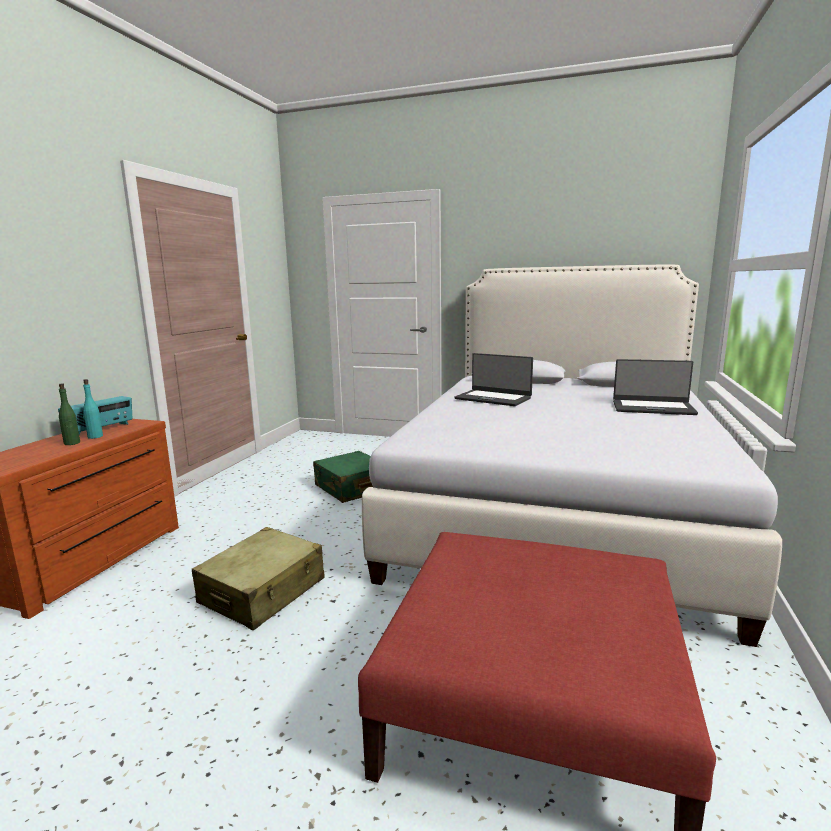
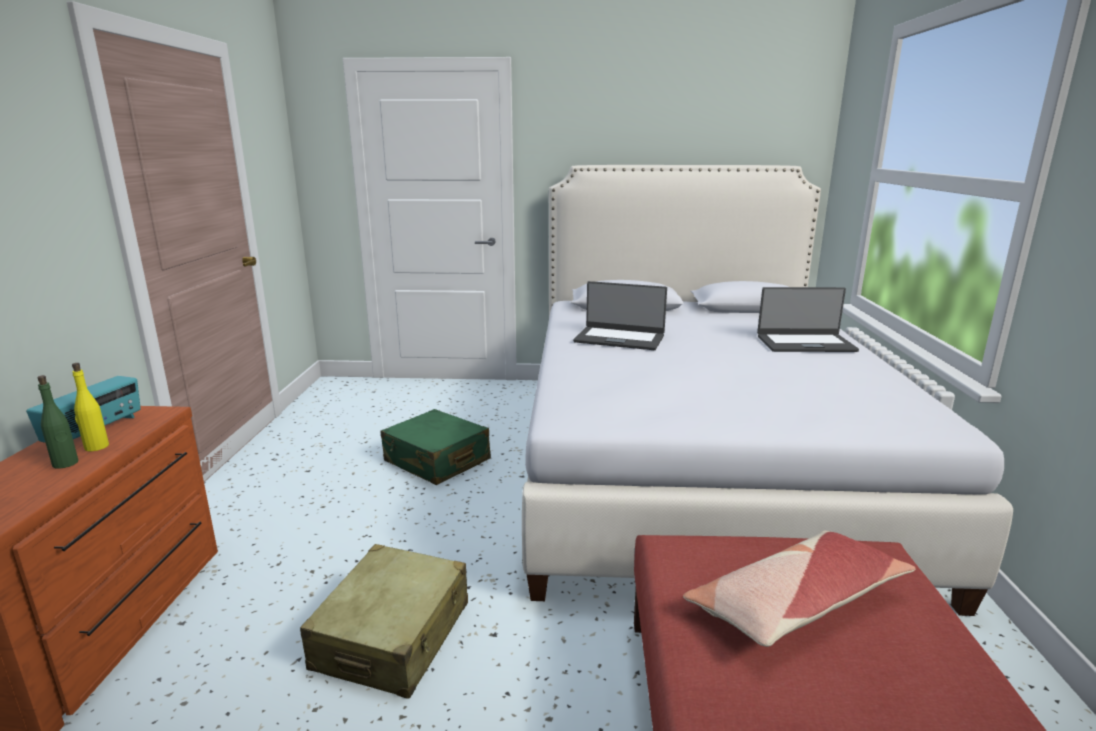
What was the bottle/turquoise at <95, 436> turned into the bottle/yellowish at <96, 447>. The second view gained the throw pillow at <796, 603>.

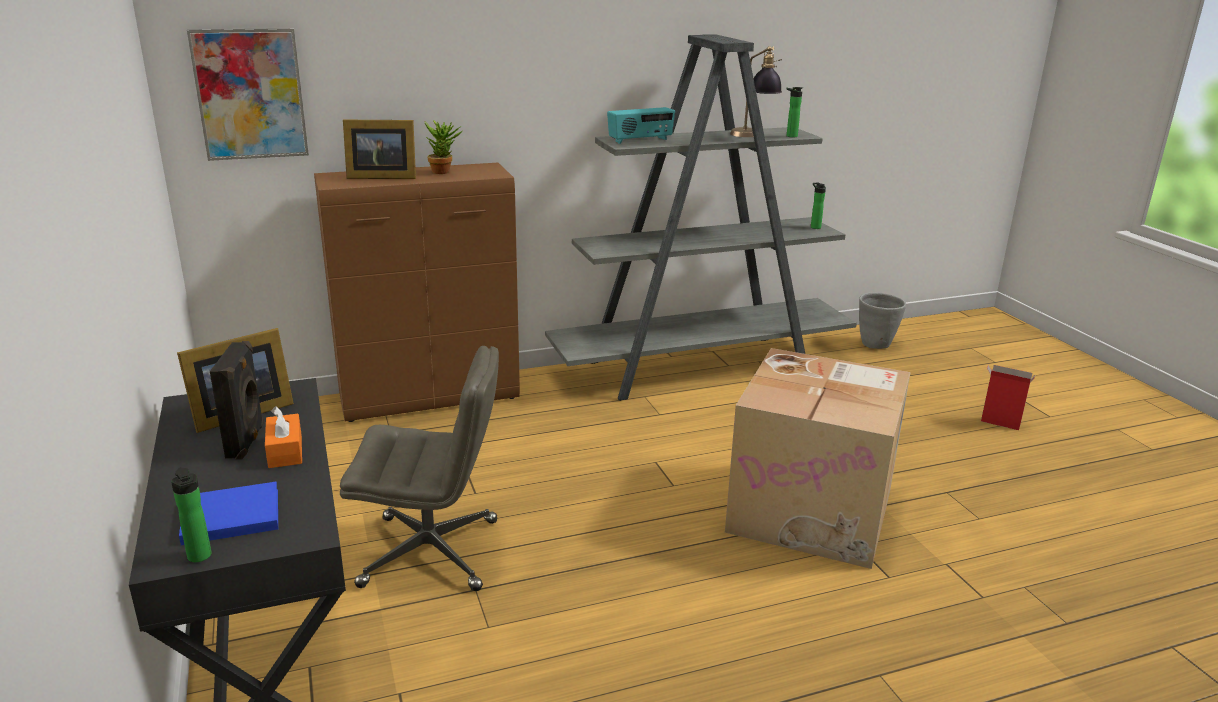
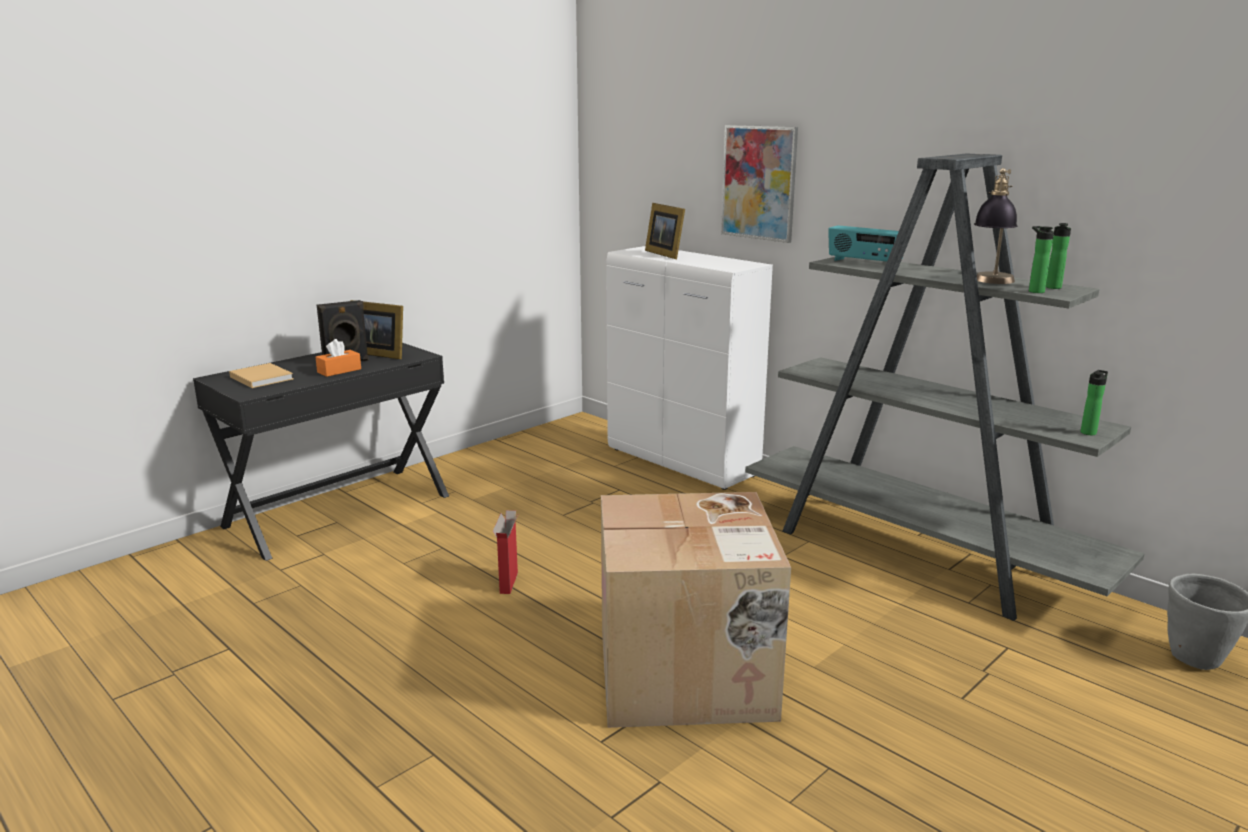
What was the bound book/bluish at <228, 517> turned into the bound book/beige-coloured at <260, 377>. The cardboard box ended up elsewhere, having gone from <999, 423> to <509, 582>. What was the cupboard/brown at <431, 398> turned into the cupboard/white-coloured at <683, 462>. The wall picture ended up elsewhere, having gone from <250, 94> to <759, 183>. The bottle ended up elsewhere, having gone from <200, 557> to <1053, 288>. The second view lost the desk chair/greyish at <432, 552>. The second view lost the houseplant at <444, 171>.

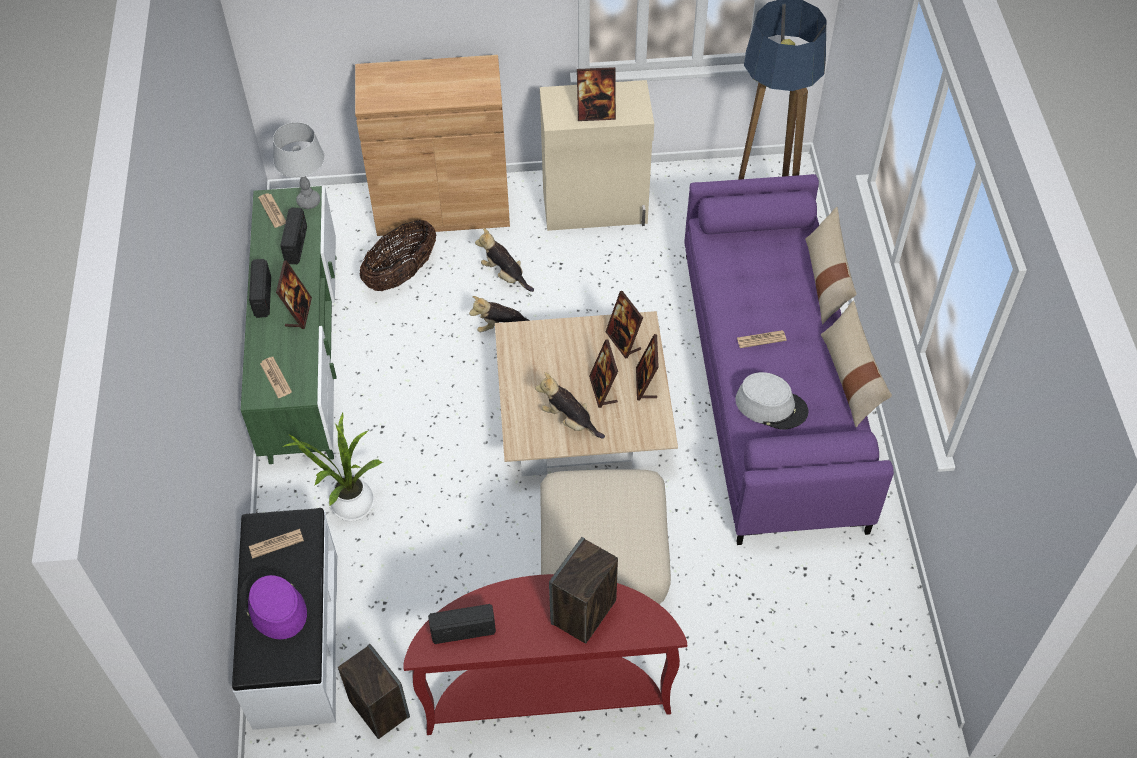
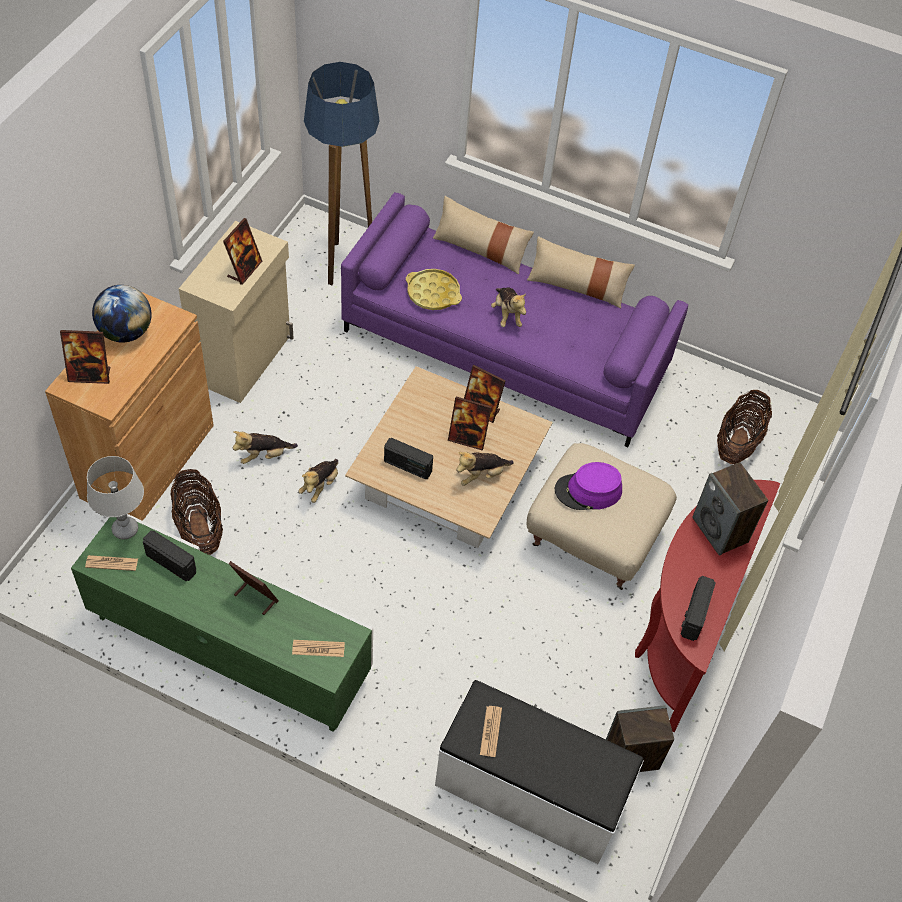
The standing frame ended up elsewhere, having gone from <623, 341> to <90, 375>. The second view gained the globe at <126, 332>. The radio receiver ended up elsewhere, having gone from <262, 297> to <407, 466>. The second view gained the tray/yellowish at <433, 293>. Where the newspaper stood at <761, 339>, the soft toy came to stand at <507, 314>. The wearable hat/purple ended up elsewhere, having gone from <273, 605> to <588, 491>. The second view gained the household basket at <737, 443>. The second view lost the houseplant at <348, 504>. The second view lost the wearable hat/greyish at <771, 406>.

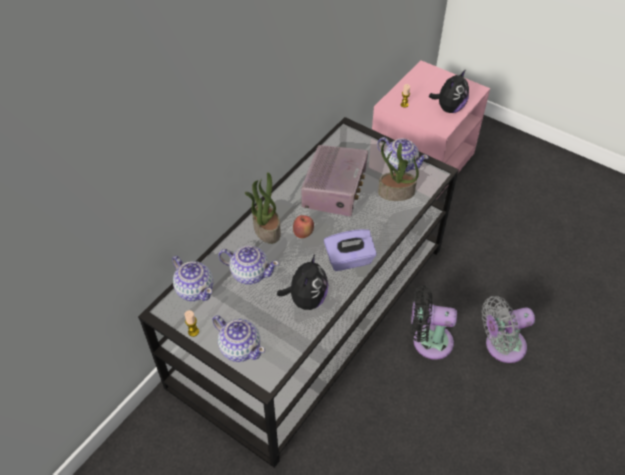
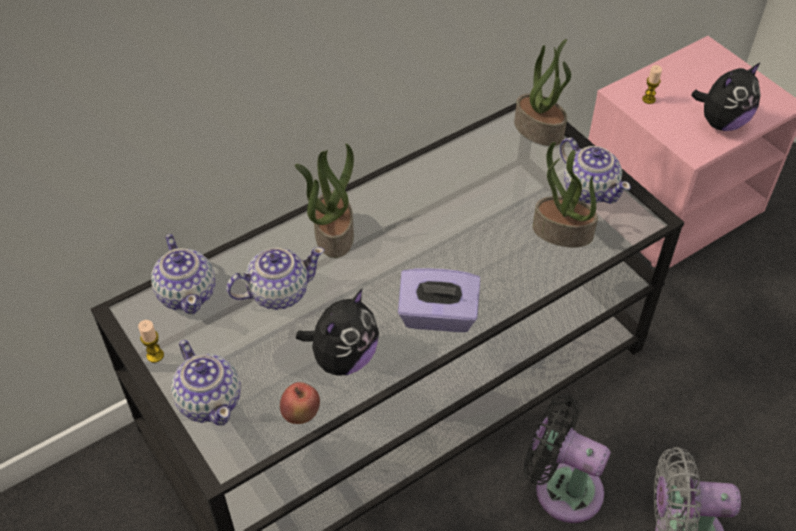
The teapot at <249, 273> ended up facing another way, 60 degrees counterclockwise from before. The apple fruit ended up elsewhere, having gone from <303, 234> to <301, 415>. The second view gained the houseplant at <540, 130>. The second view lost the radio receiver at <335, 190>.

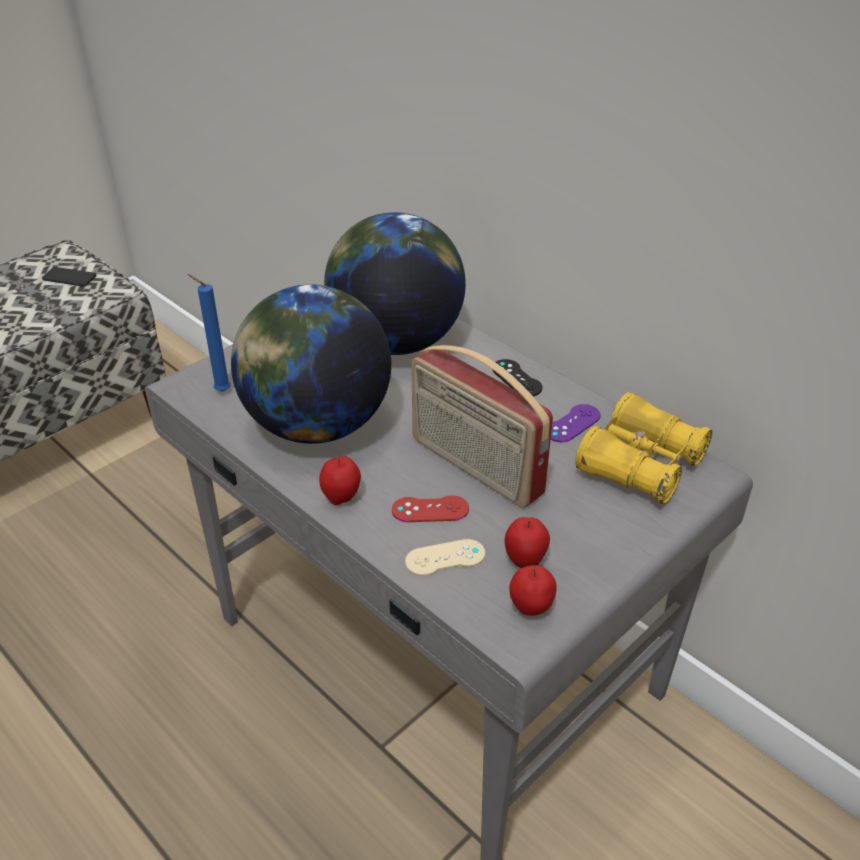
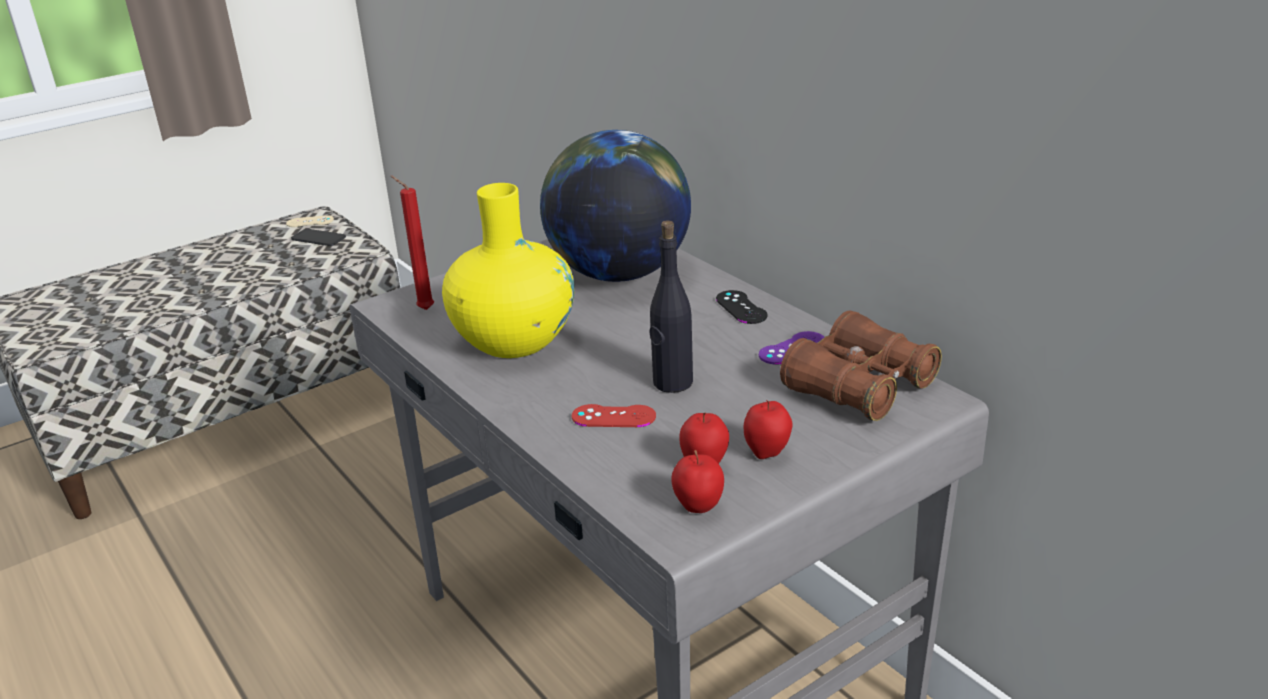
The gamepad/beige-coloured ended up elsewhere, having gone from <445, 558> to <310, 222>. What was the wax candle/bluish at <220, 391> turned into the wax candle/red-coloured at <423, 309>. Where the globe stood at <316, 425>, the vase/yellowish came to stand at <514, 341>. Where the radio receiver stood at <474, 467>, the bottle/black came to stand at <672, 383>. The apple fruit ended up elsewhere, having gone from <341, 498> to <767, 453>. What was the field glasses/yellowish at <640, 464> turned into the field glasses/brown at <859, 387>.

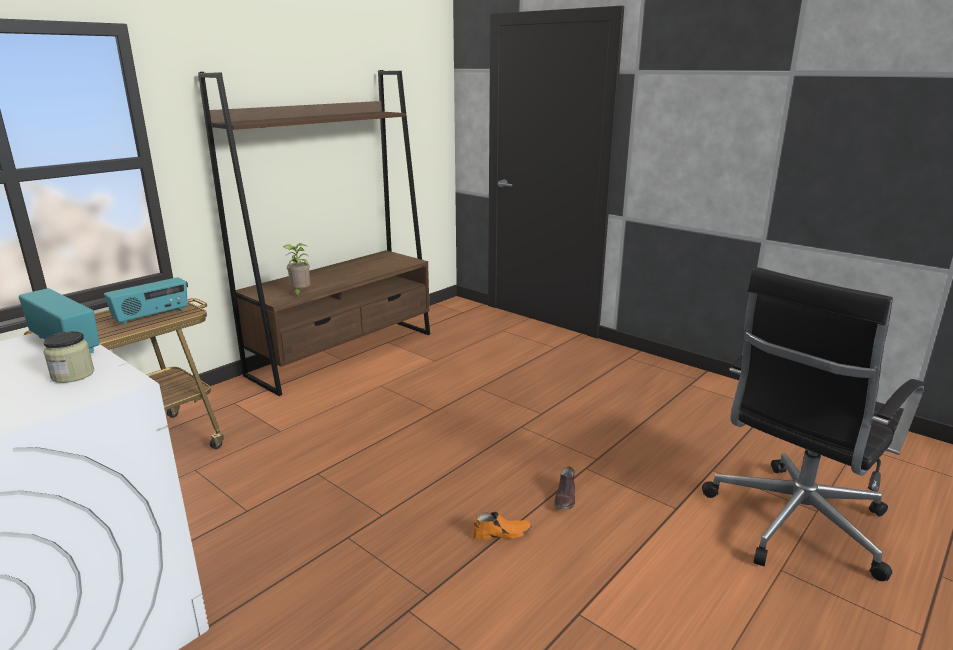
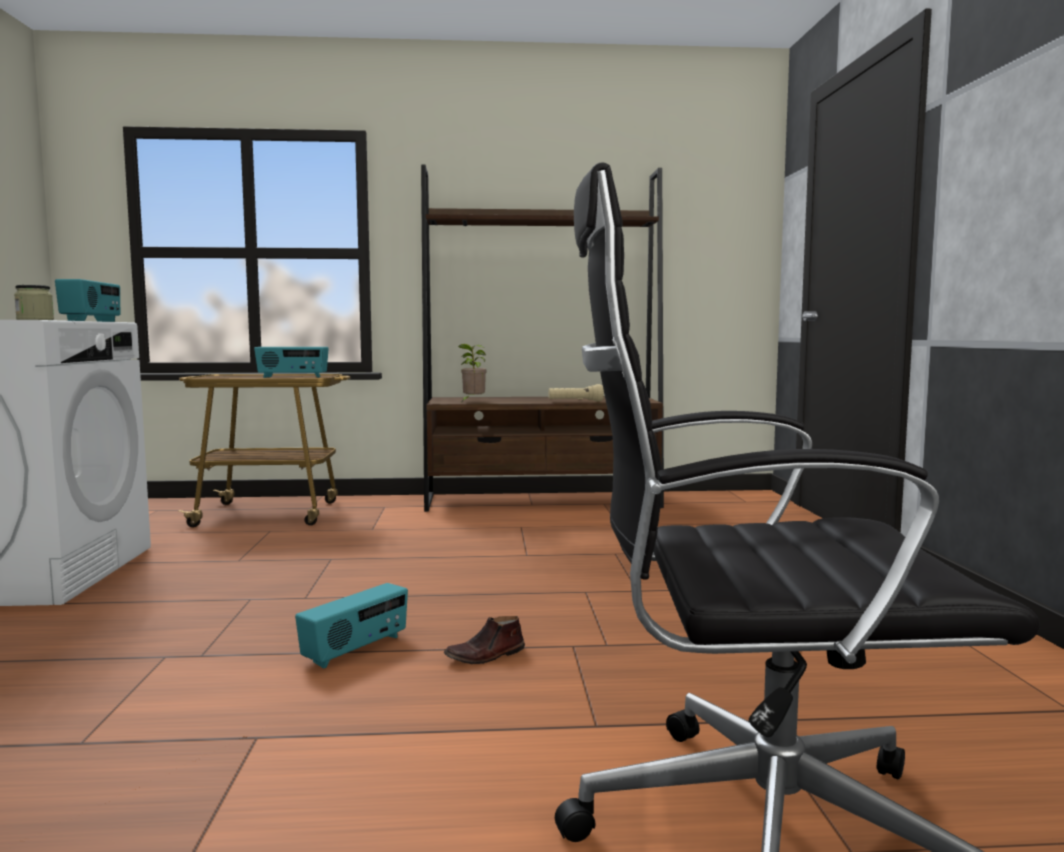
Where the low shoe/orange stood at <501, 533>, the radio receiver came to stand at <356, 650>. The second view gained the hand torch/beige-coloured at <575, 401>.

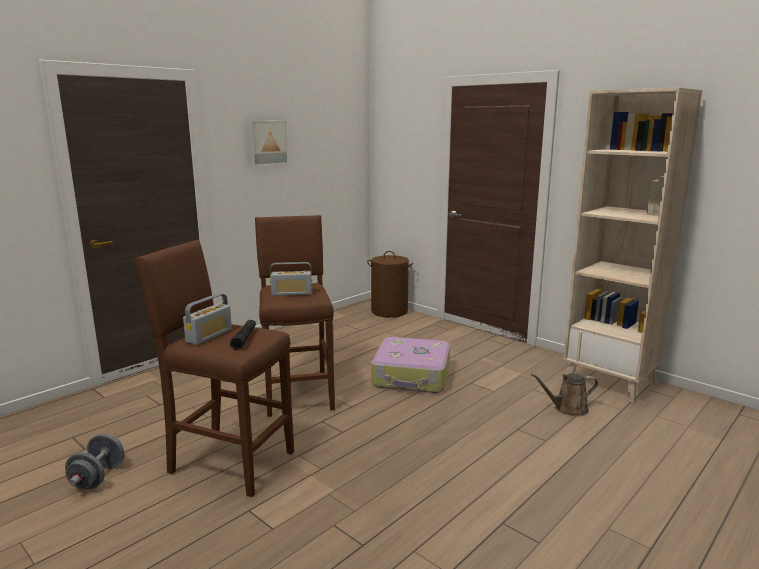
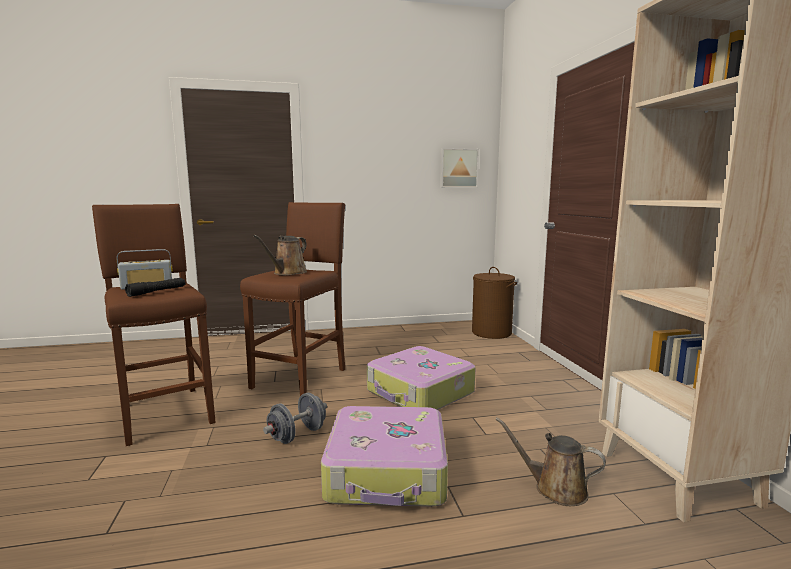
Where the radio receiver stood at <291, 293>, the watering can/brown came to stand at <287, 273>. The free weight/greyish ended up elsewhere, having gone from <98, 477> to <297, 435>. The second view gained the piece of luggage at <387, 472>. The wall picture ended up elsewhere, having gone from <267, 143> to <458, 168>.

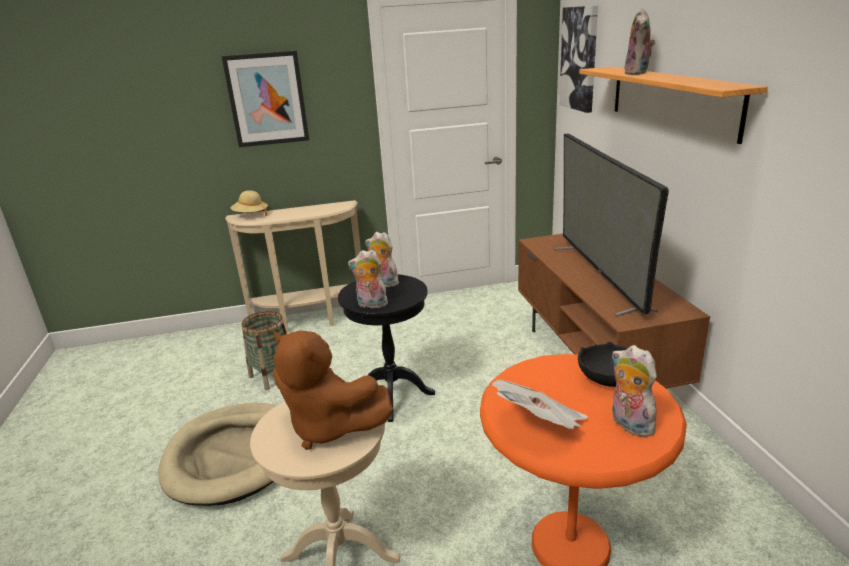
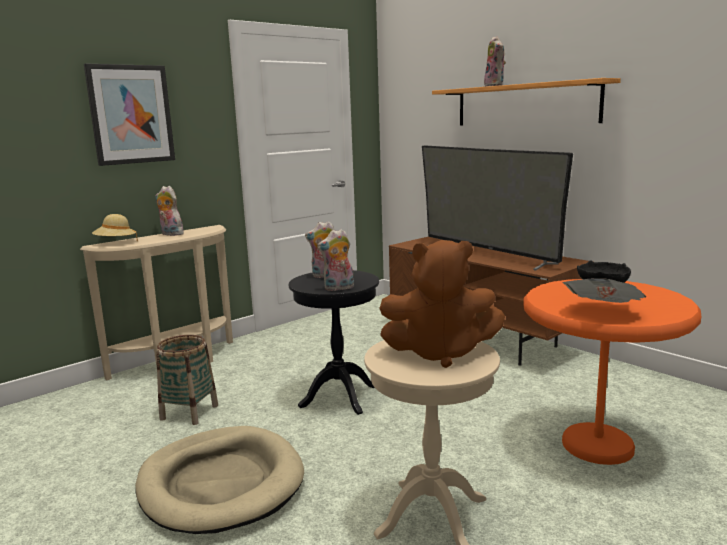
The soft toy ended up elsewhere, having gone from <628, 424> to <170, 234>. The second view lost the wall picture at <580, 59>.

